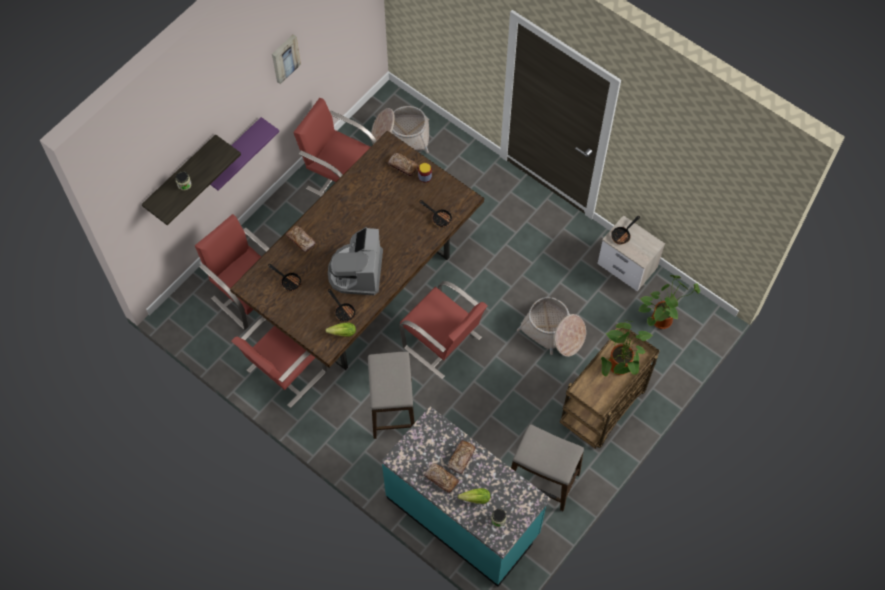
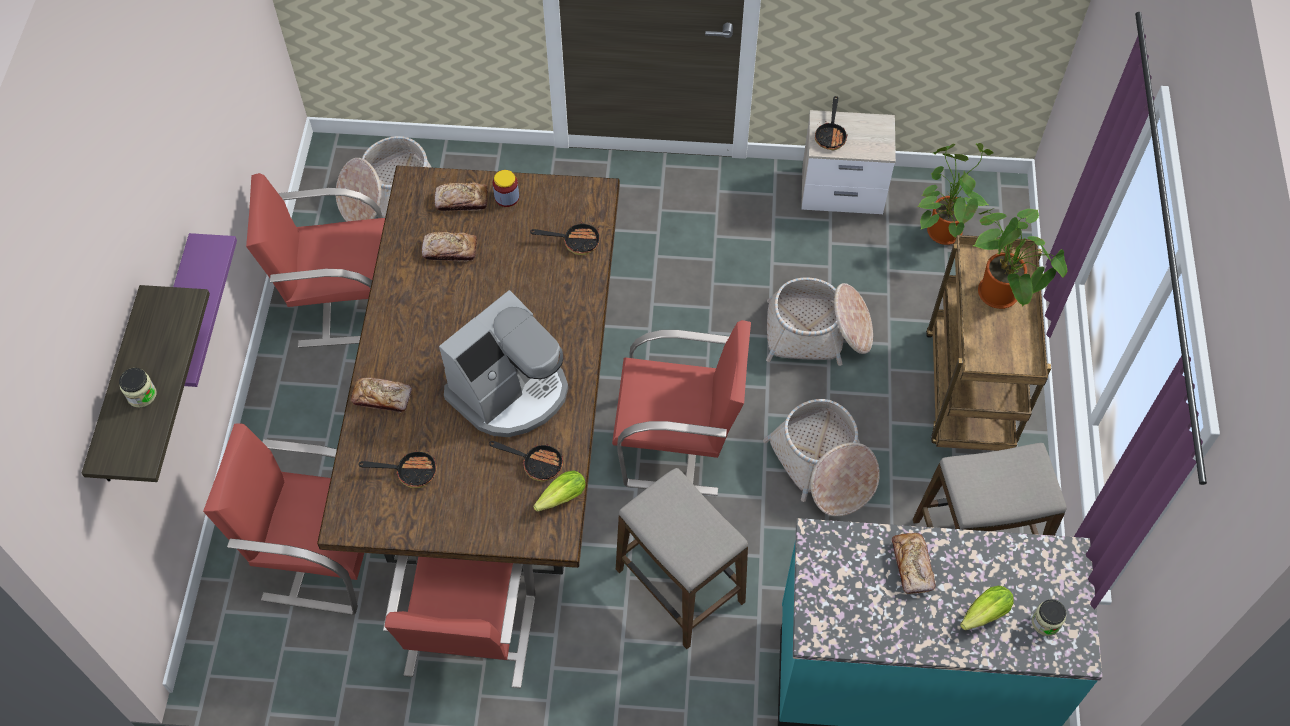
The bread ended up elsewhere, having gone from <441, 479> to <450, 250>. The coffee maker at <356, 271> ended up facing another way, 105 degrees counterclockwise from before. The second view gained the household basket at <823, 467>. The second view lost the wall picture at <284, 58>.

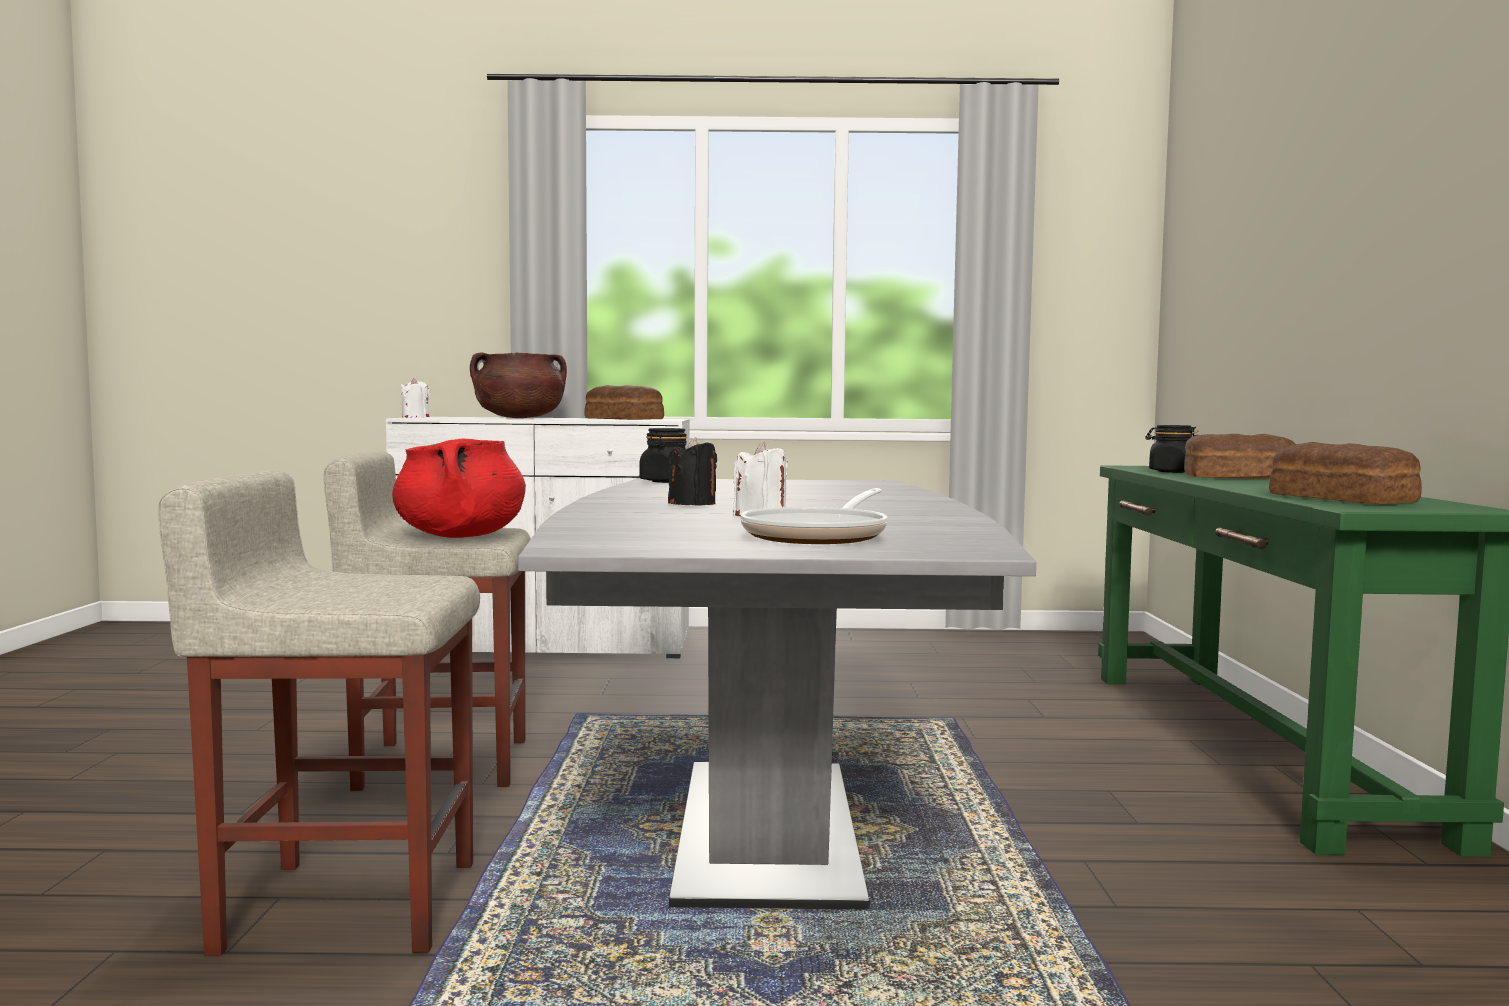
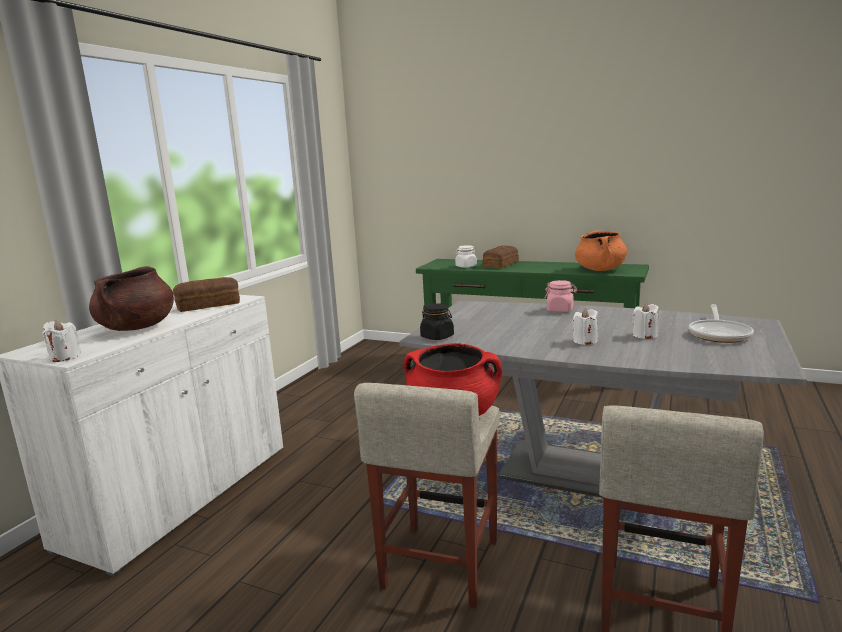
What was the storage jar/black at <1171, 471> turned into the storage jar/white-coloured at <466, 266>. The second view gained the storage jar/pink-coloured at <560, 310>. What was the wax candle/black at <692, 504> turned into the wax candle/white-coloured at <585, 341>. Where the bread stood at <1341, 499>, the cooking pot/orange came to stand at <600, 270>. The pan at <820, 536> ended up facing another way, 60 degrees clockwise from before.

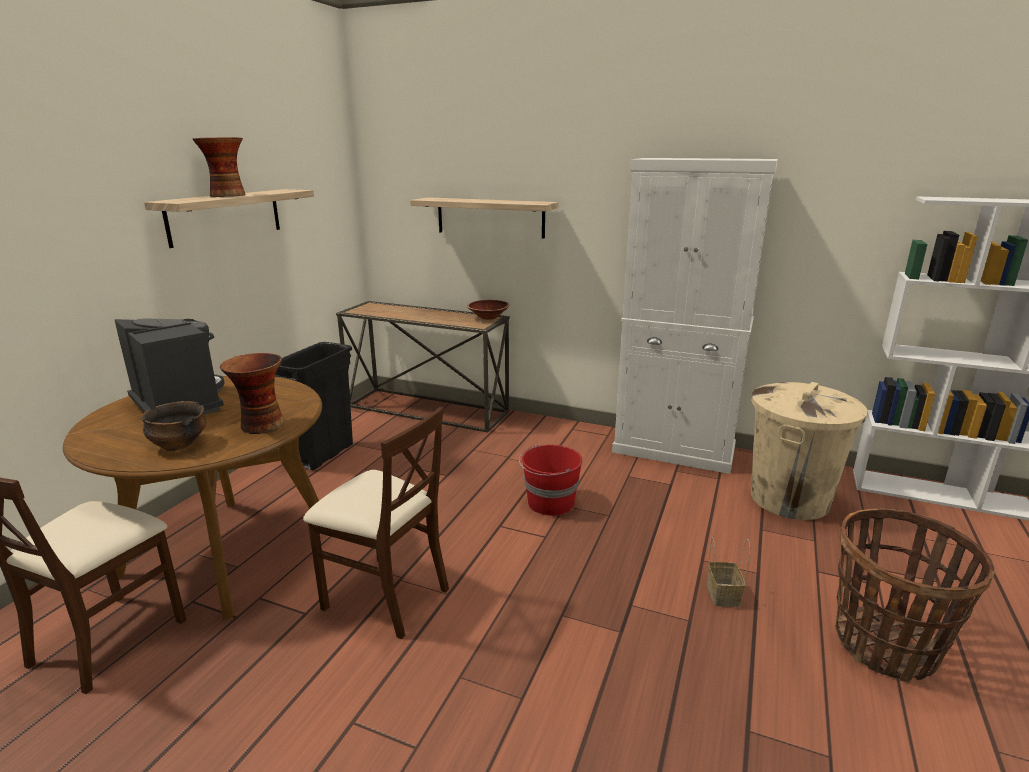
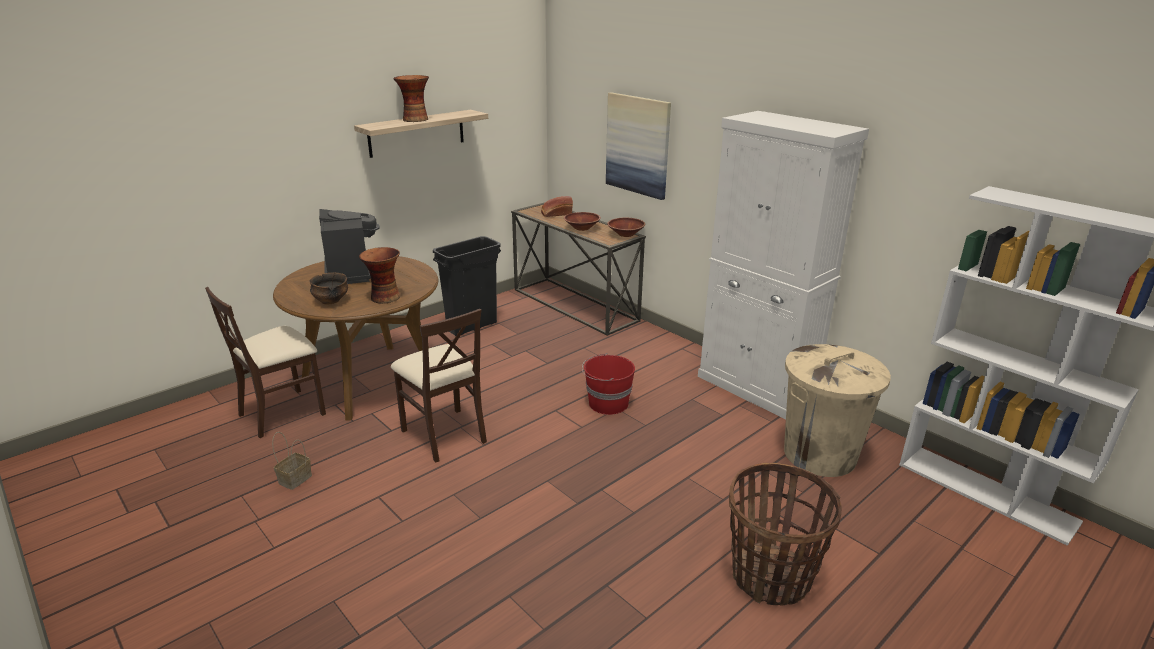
The household basket ended up elsewhere, having gone from <722, 594> to <295, 478>. The second view gained the bread at <556, 214>. The second view gained the deep dish/brown at <582, 228>. Where the bracket shelf hung at <490, 217>, the wall picture came to hang at <638, 145>.

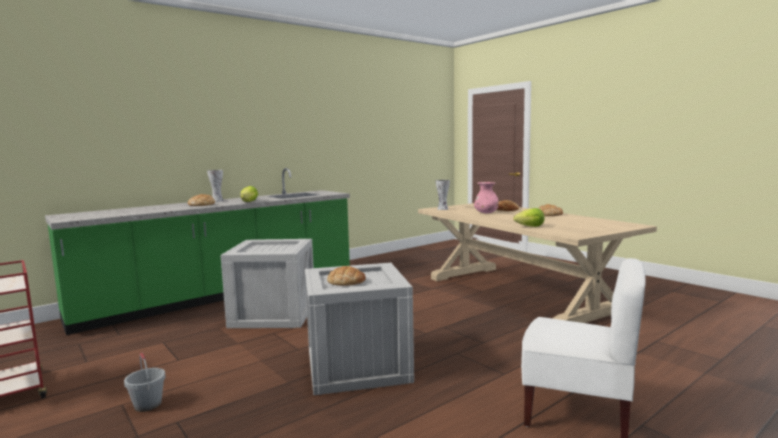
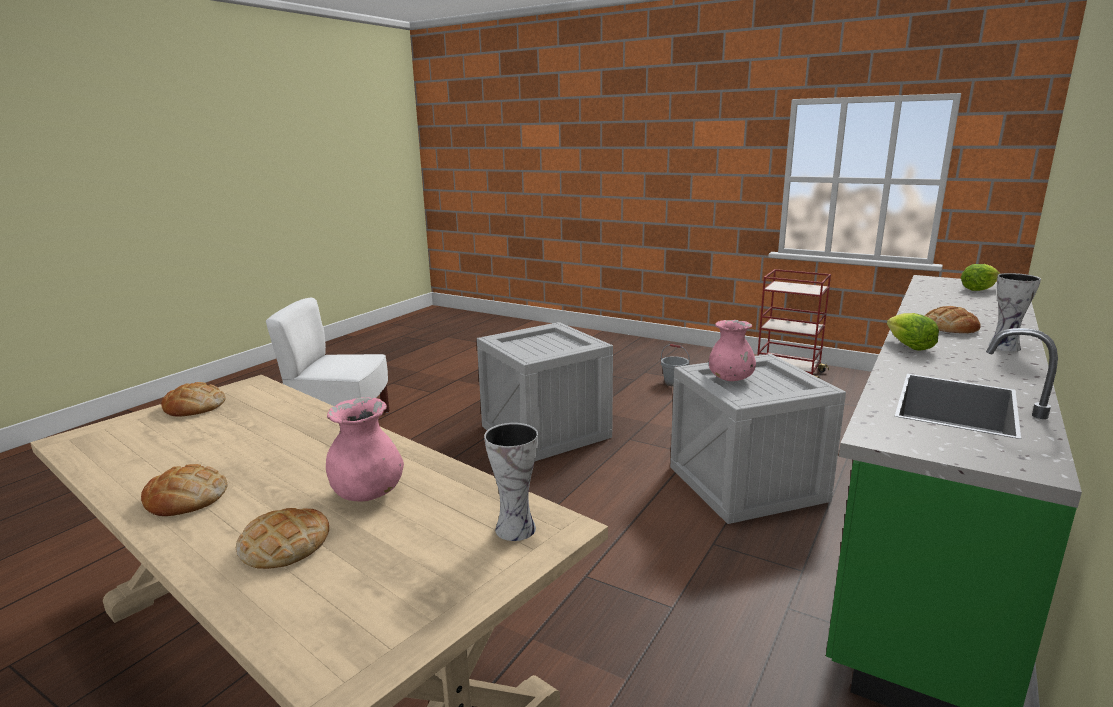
The bread ended up elsewhere, having gone from <346, 281> to <194, 407>. The second view gained the vase/pink-coloured at <730, 379>. The lettuce ended up elsewhere, having gone from <530, 226> to <978, 289>.

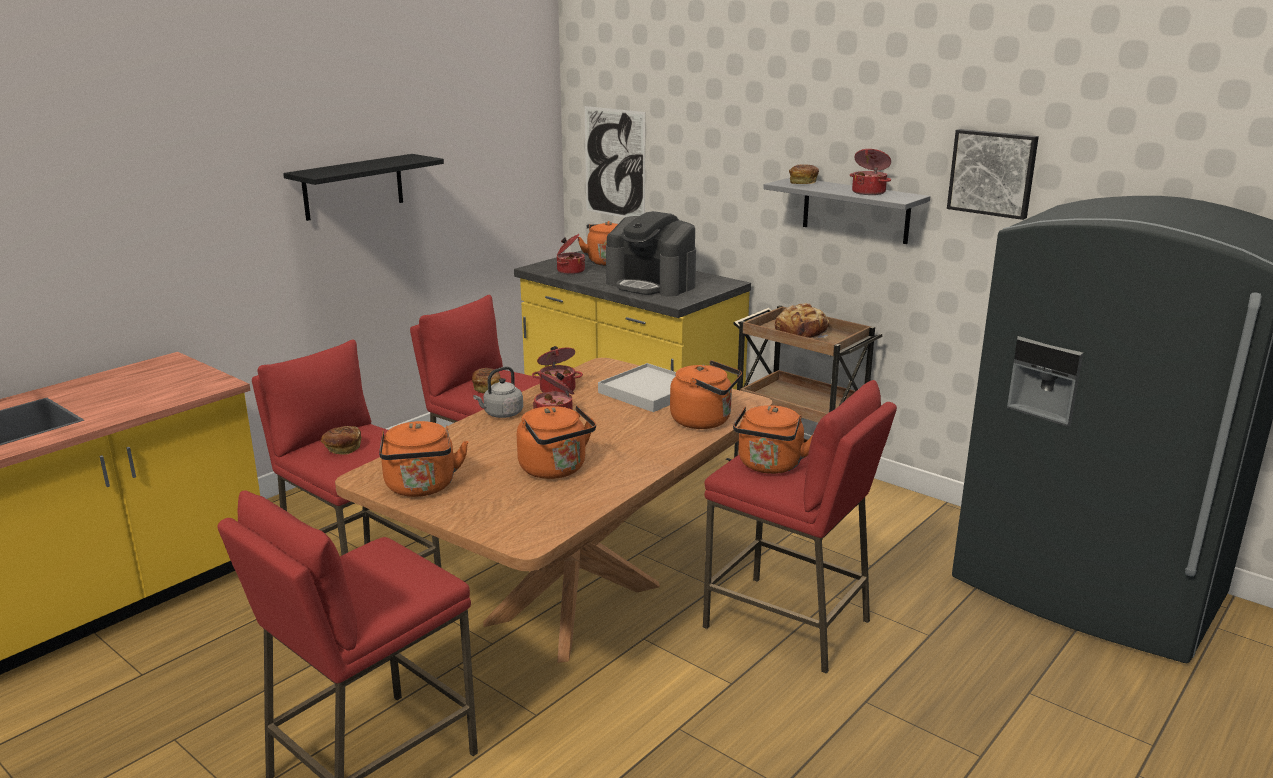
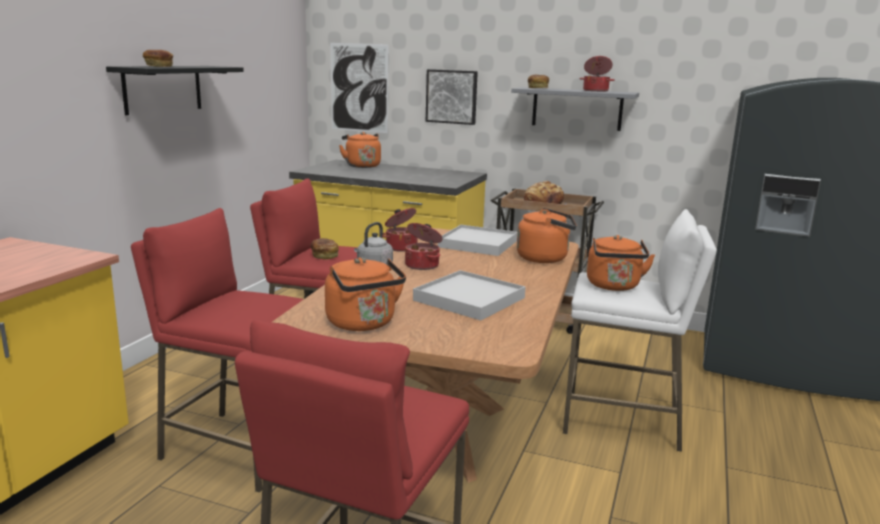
The bread ended up elsewhere, having gone from <342, 449> to <159, 66>. Where the water kettle/orange stood at <555, 470>, the tray/white-coloured came to stand at <469, 299>. The wall picture ended up elsewhere, having gone from <993, 173> to <452, 96>. What was the stool/red-coloured at <788, 623> turned into the stool/white-coloured at <622, 420>. The second view lost the cooking pot at <570, 271>. The second view lost the coffee maker at <652, 284>.

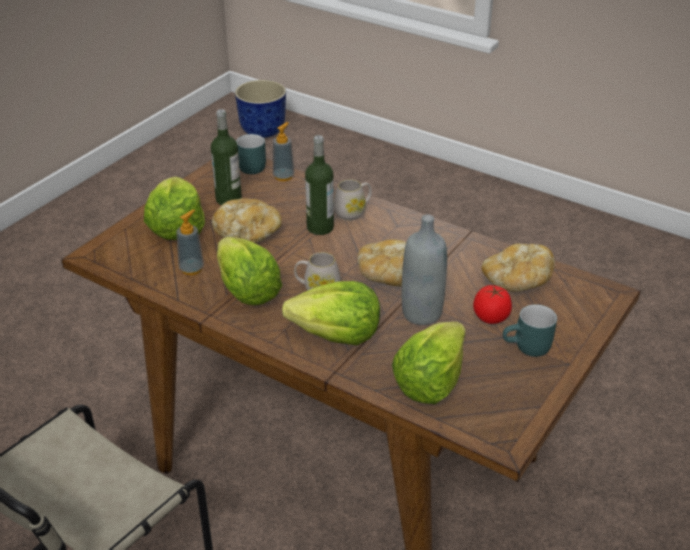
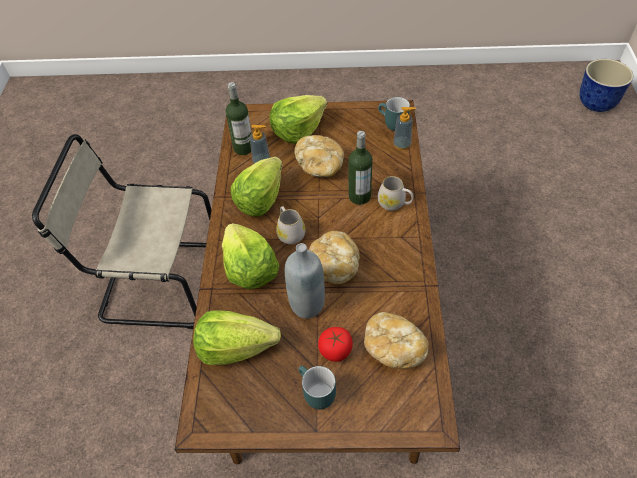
The bottle ended up elsewhere, having gone from <228, 199> to <243, 148>.

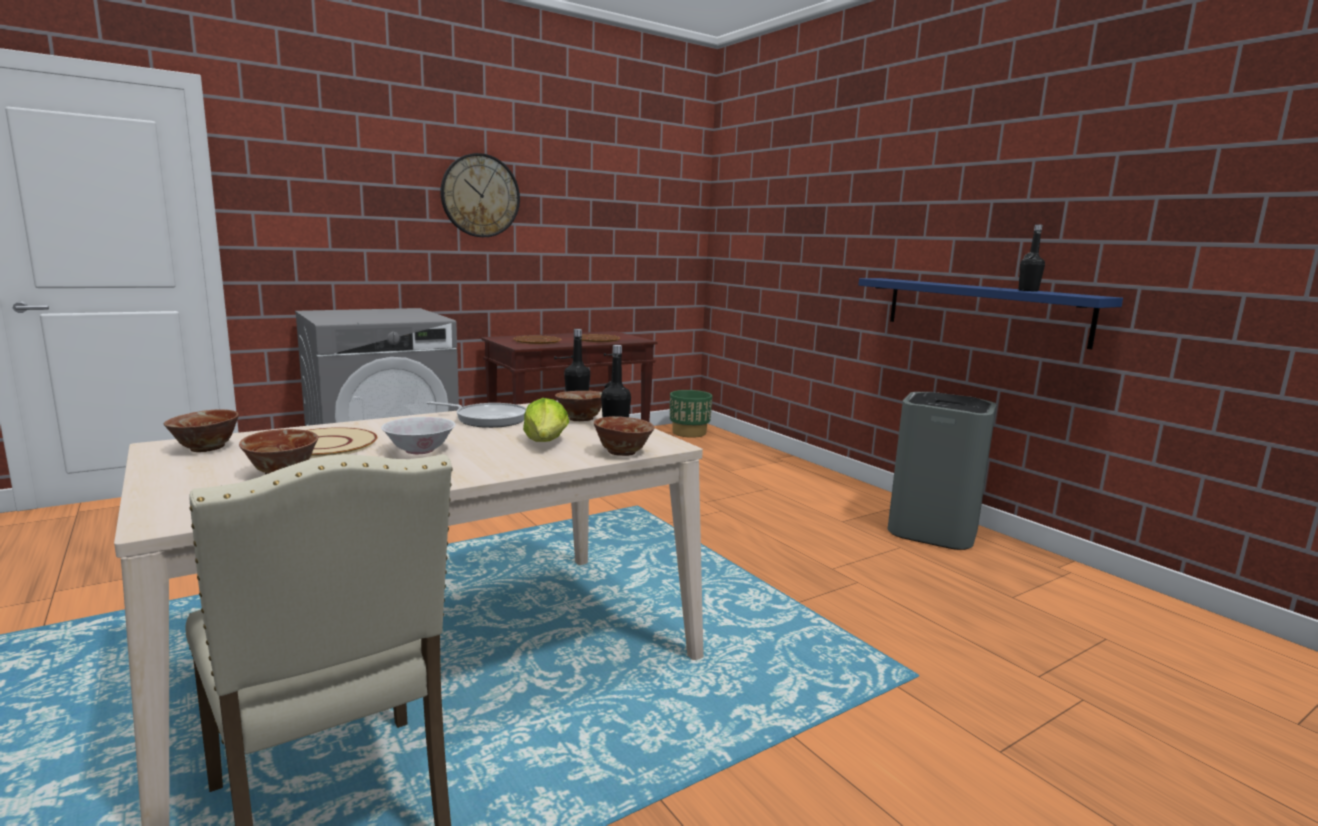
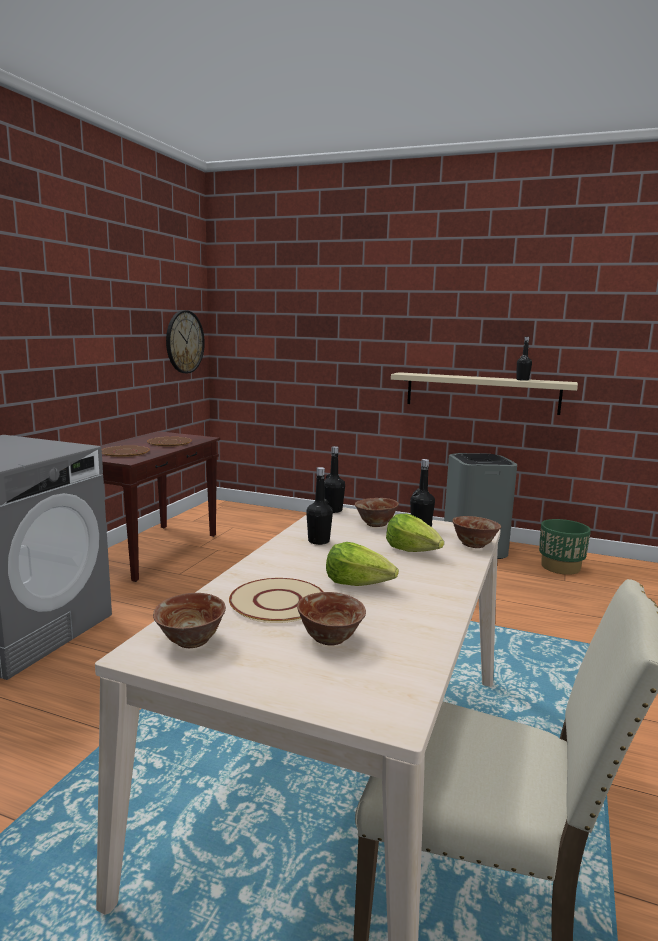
The wall clock ended up elsewhere, having gone from <480, 196> to <184, 342>. Where the pan stood at <487, 419>, the bottle/black came to stand at <318, 541>. Where the deep dish/white-coloured stood at <420, 450>, the lettuce came to stand at <358, 583>. What was the bracket shelf/bluish at <982, 310> turned into the bracket shelf/beige-coloured at <482, 393>. The flower pot/green ended up elsewhere, having gone from <689, 433> to <560, 567>.

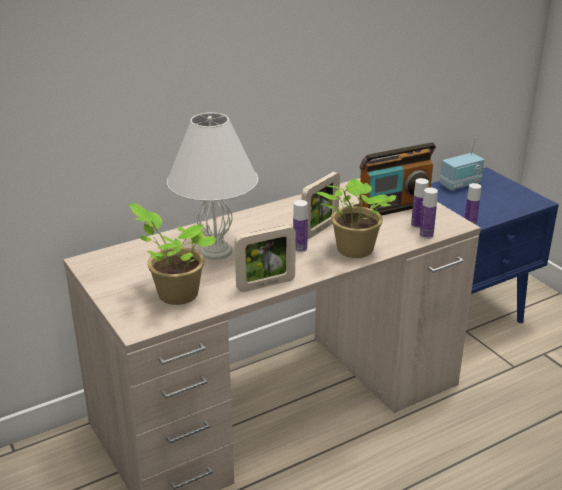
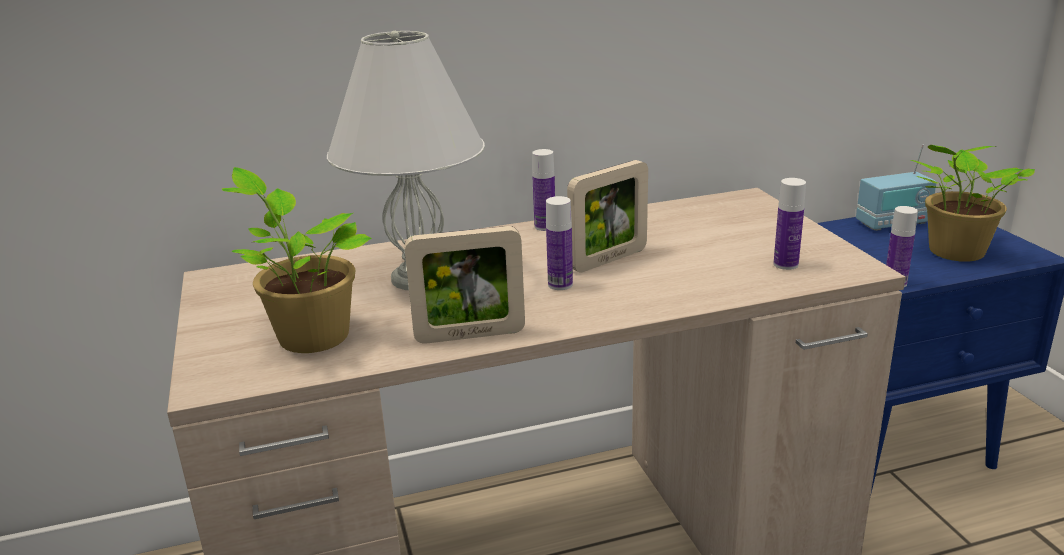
The bottle ended up elsewhere, having gone from <426, 235> to <545, 226>. The houseplant ended up elsewhere, having gone from <353, 250> to <953, 253>. The second view lost the radio receiver at <393, 206>.

